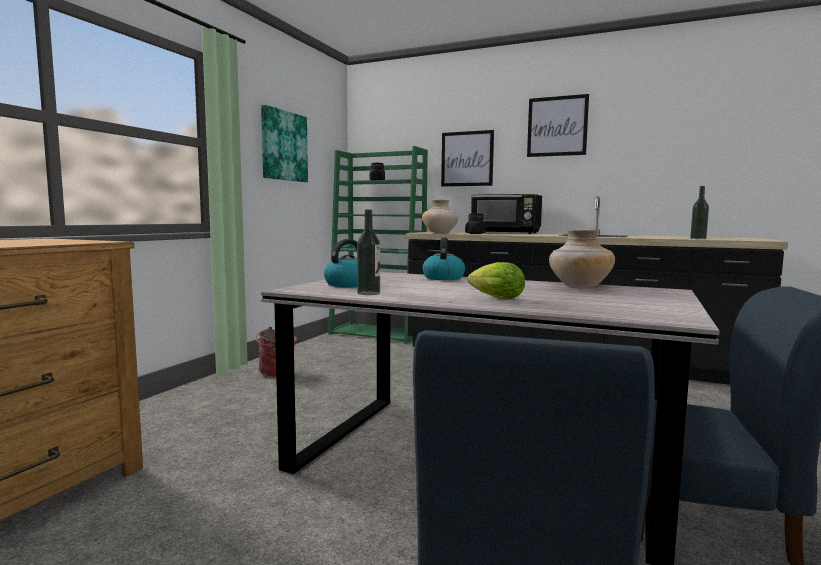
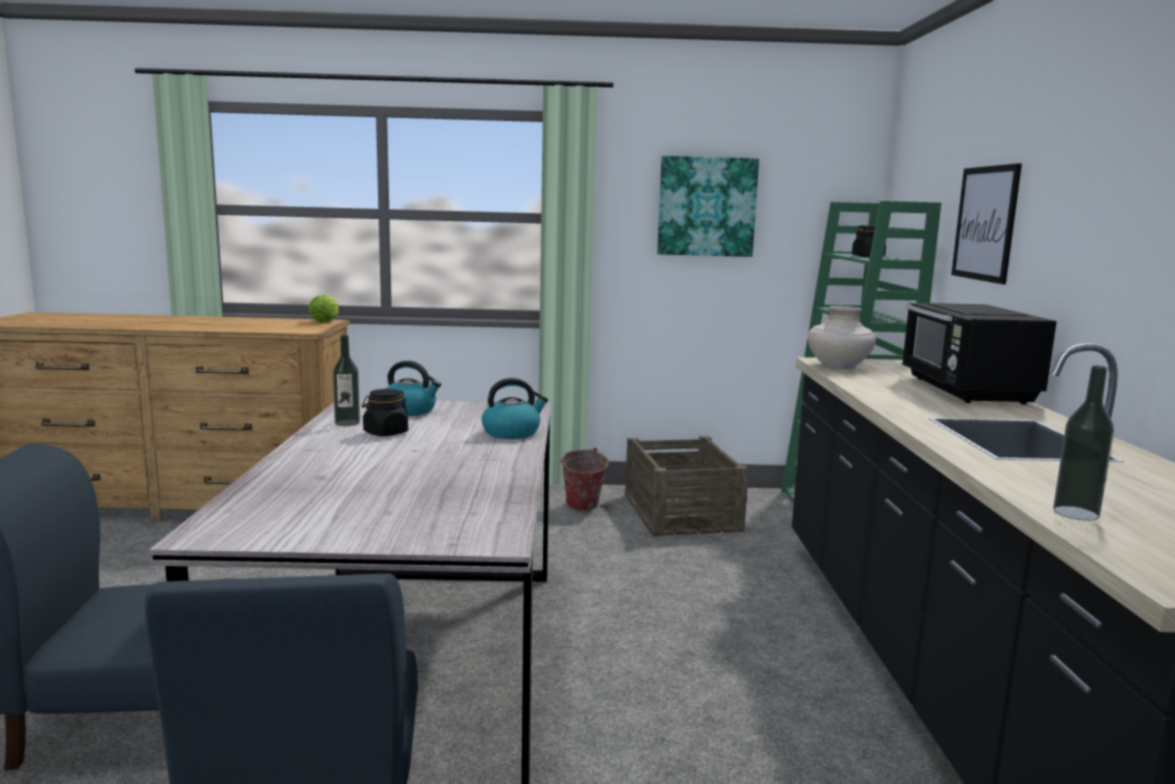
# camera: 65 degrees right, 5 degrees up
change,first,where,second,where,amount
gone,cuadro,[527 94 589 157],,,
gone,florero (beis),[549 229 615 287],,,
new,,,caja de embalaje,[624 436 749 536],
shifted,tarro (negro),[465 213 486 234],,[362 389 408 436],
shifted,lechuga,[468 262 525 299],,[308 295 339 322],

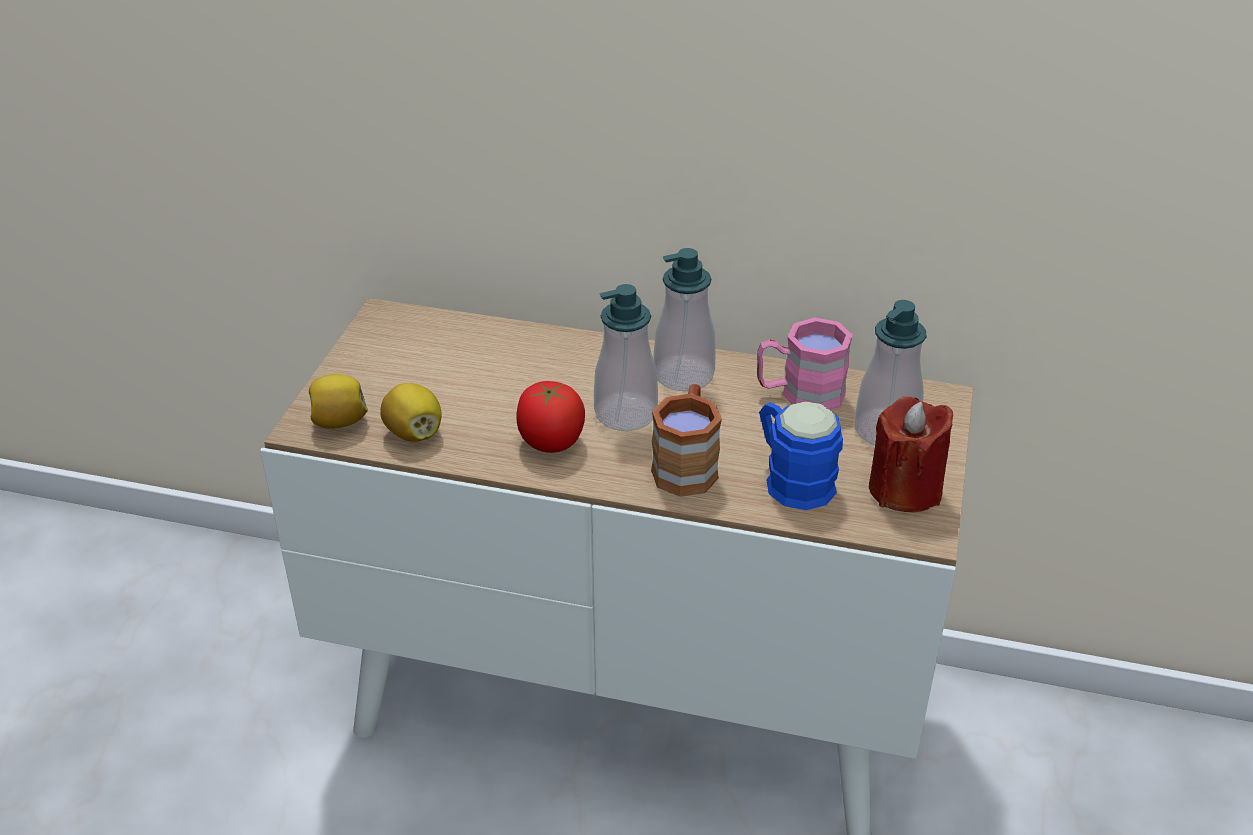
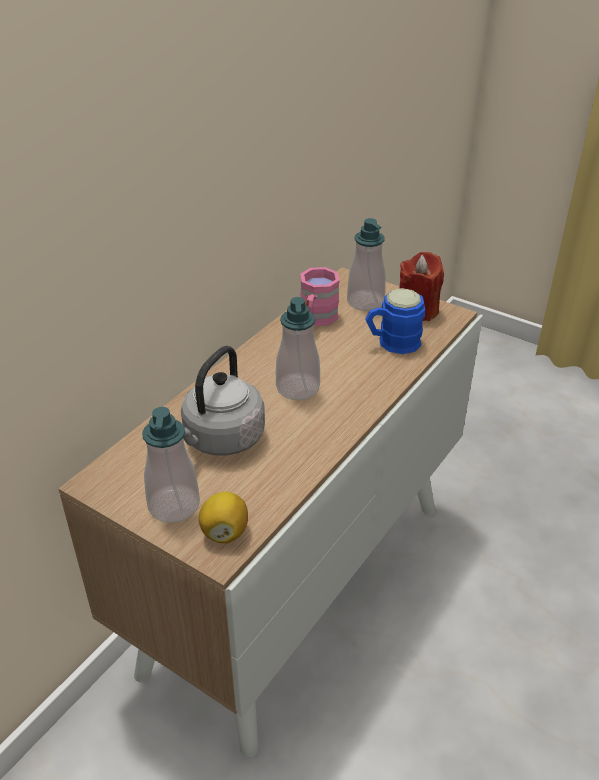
# camera: 70 degrees left, 0 degrees up
change,first,where,second,where,amount
gone,limón,[380 383 442 442],,,
gone,tomate,[516 381 585 453],,,
gone,taza grande (marrón),[651 384 722 497],,,
new,,,hervidor (gris),[181 346 265 456],
shifted,dispensador de jabón,[654 248 716 392],,[142 407 200 523],

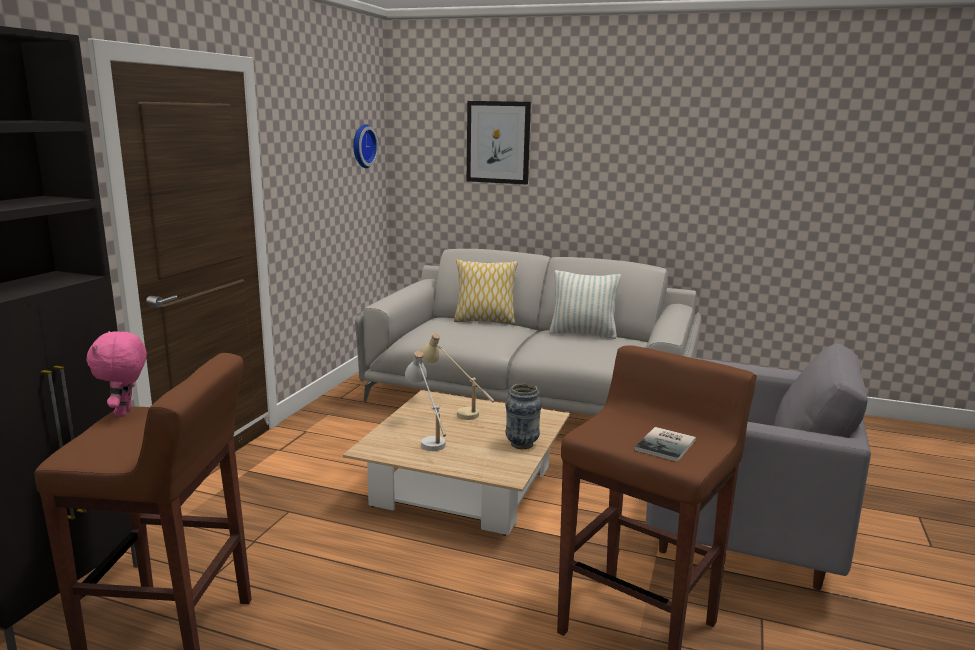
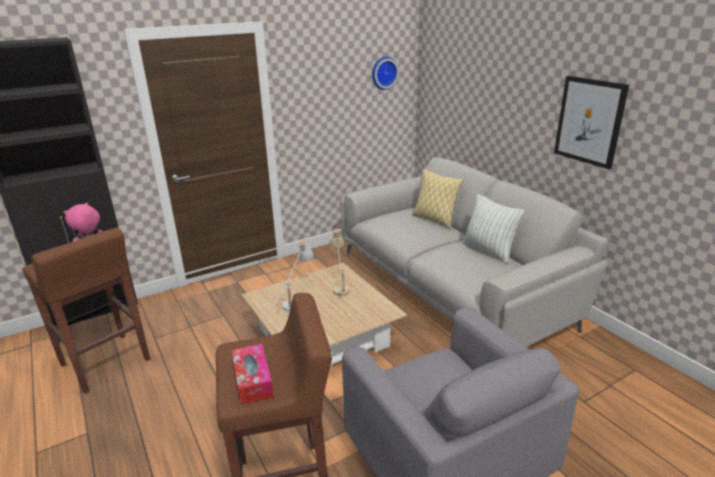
# camera: 40 degrees right, 10 degrees up
change,first,where,second,where,amount
gone,florero,[505 383 542 449],,,
shifted,cuadro,[467 101 531 185],,[554 76 629 169],
swapped,libro,[634 427 696 462],caja de pañuelos,[232 344 274 405],

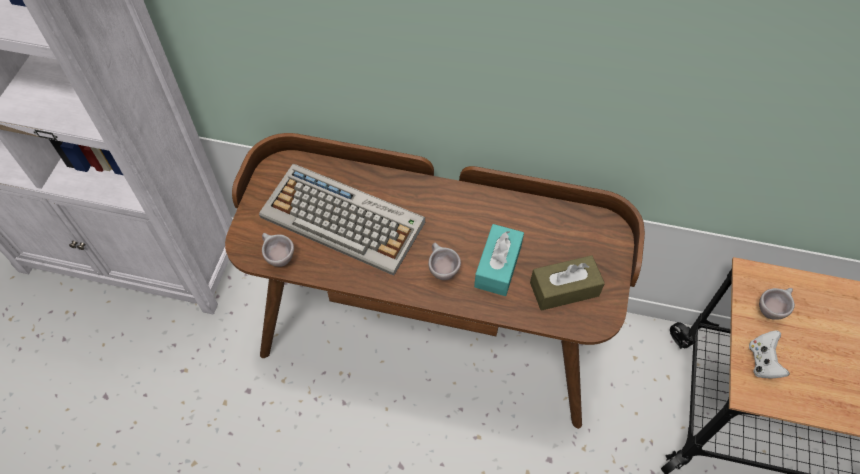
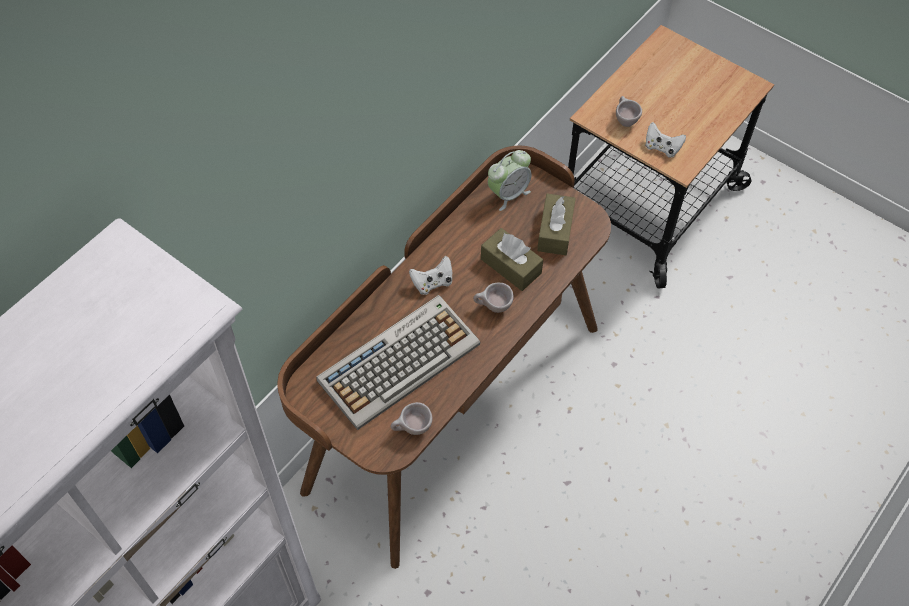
# camera: 65 degrees left, 0 degrees up
change,first,where,second,where,amount
new,,,mando de consola (blanco),[409 256 452 295],
new,,,despertador,[488 150 532 211],
repainted,caja de pañuelos (turquesa),[474 224 524 296],caja de pañuelos (marrón),[481 228 543 291],

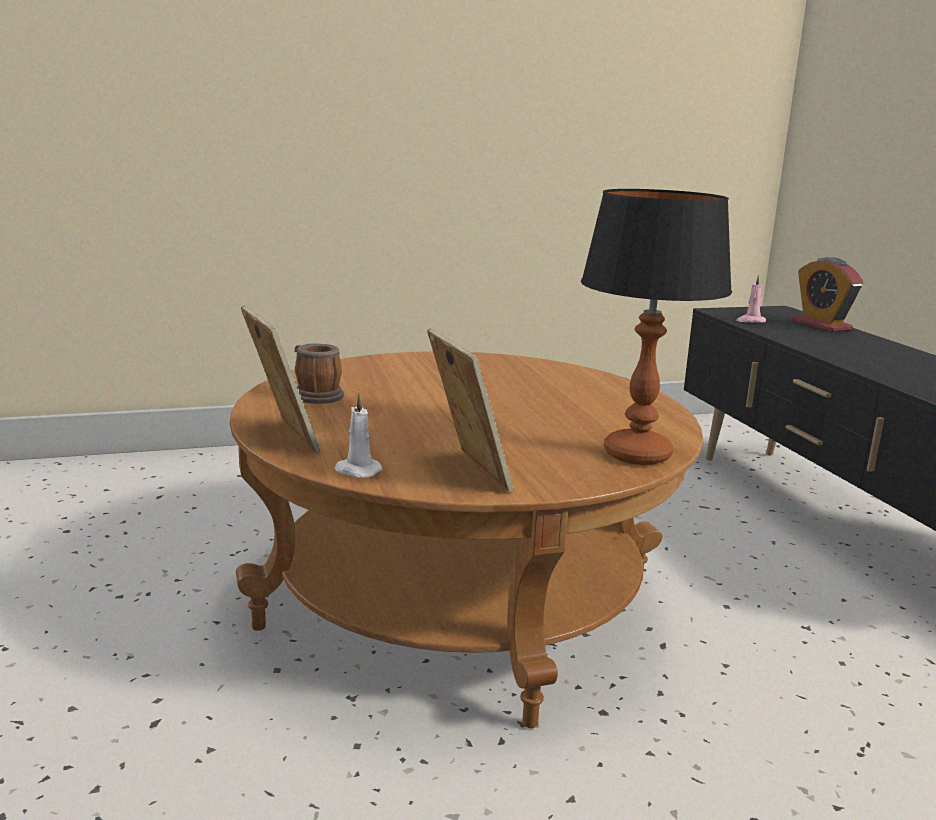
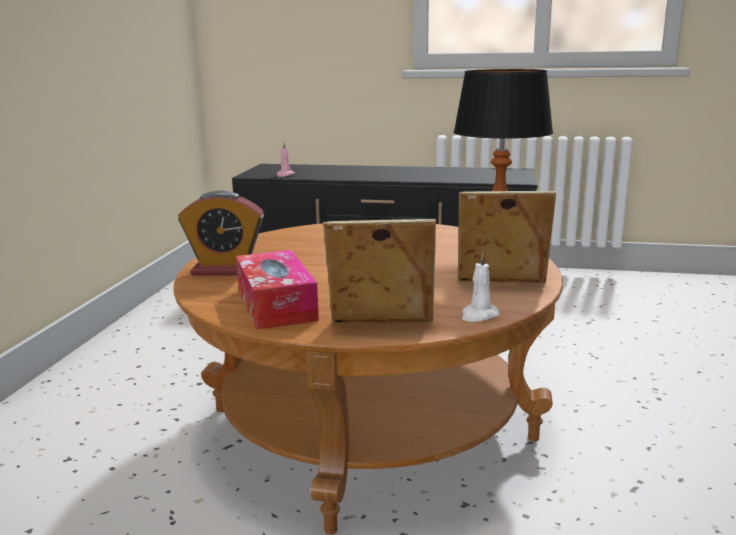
# camera: 60 degrees left, 0 degrees up
change,first,where,second,where,amount
shifted,despertador,[792 257 863 332],,[178 191 264 275],
swapped,taza grande,[295 344 344 404],caja de pañuelos,[236 250 319 330],

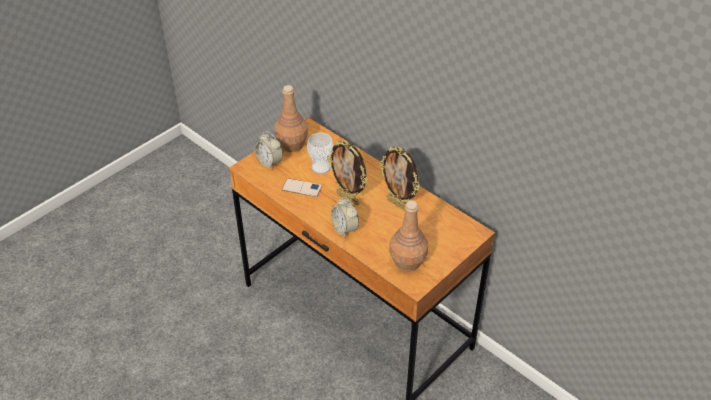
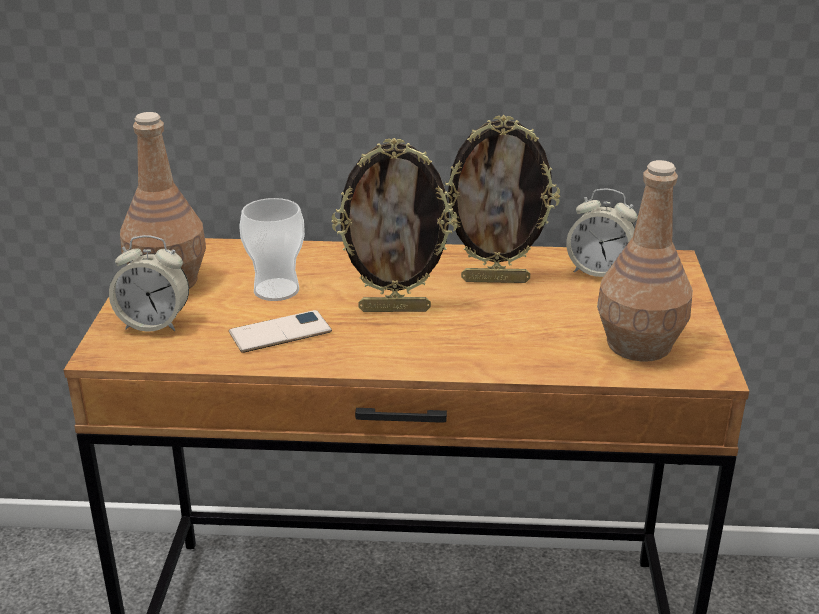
# camera: 40 degrees left, 15 degrees down
change,first,where,second,where,amount
shifted,despertador,[331 197 359 236],,[566 189 638 277],

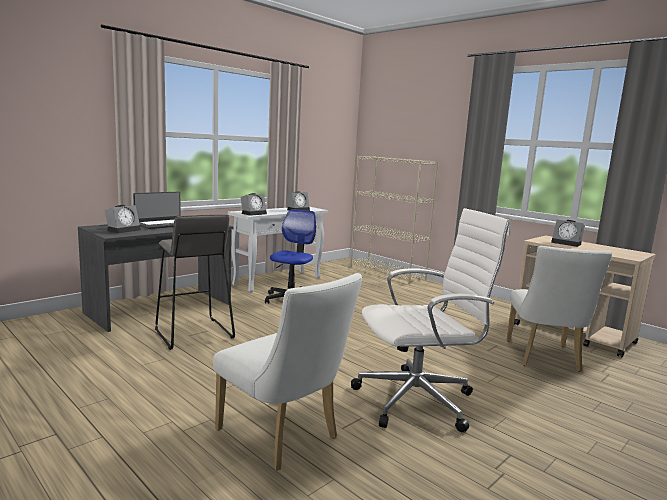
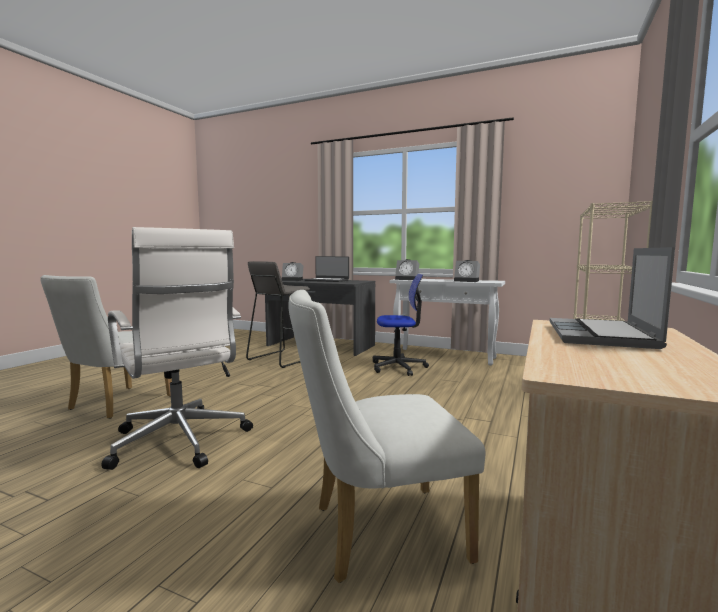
# camera: 70 degrees right, 5 degrees down
change,first,where,second,where,amount
swapped,despertador,[551 220 585 247],portátil,[550 247 675 349],

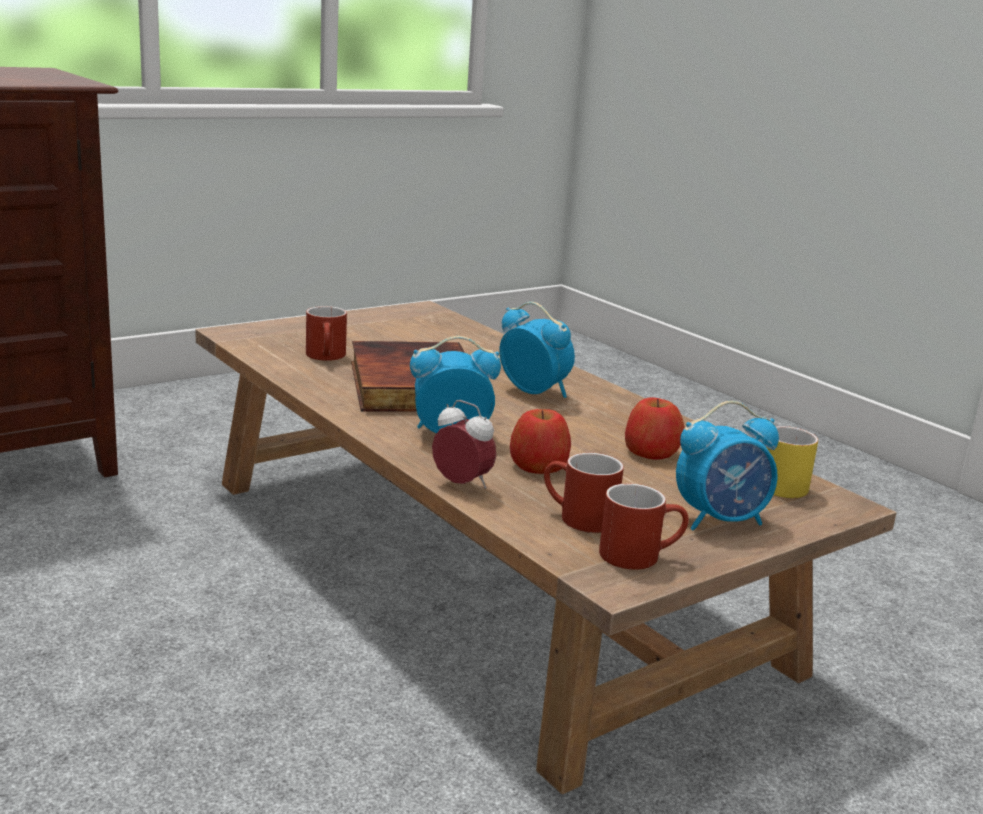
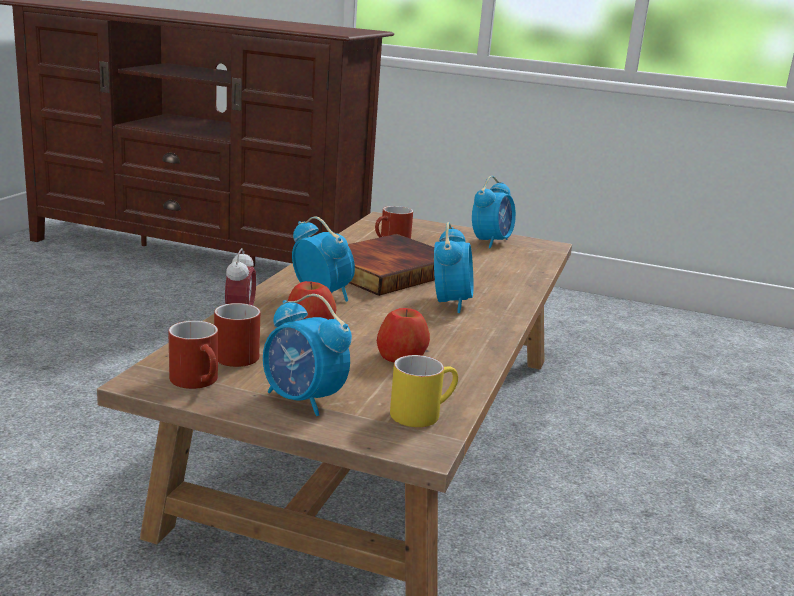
# camera: 55 degrees right, 0 degrees up
change,first,where,second,where,amount
new,,,despertador,[472 176 516 249],

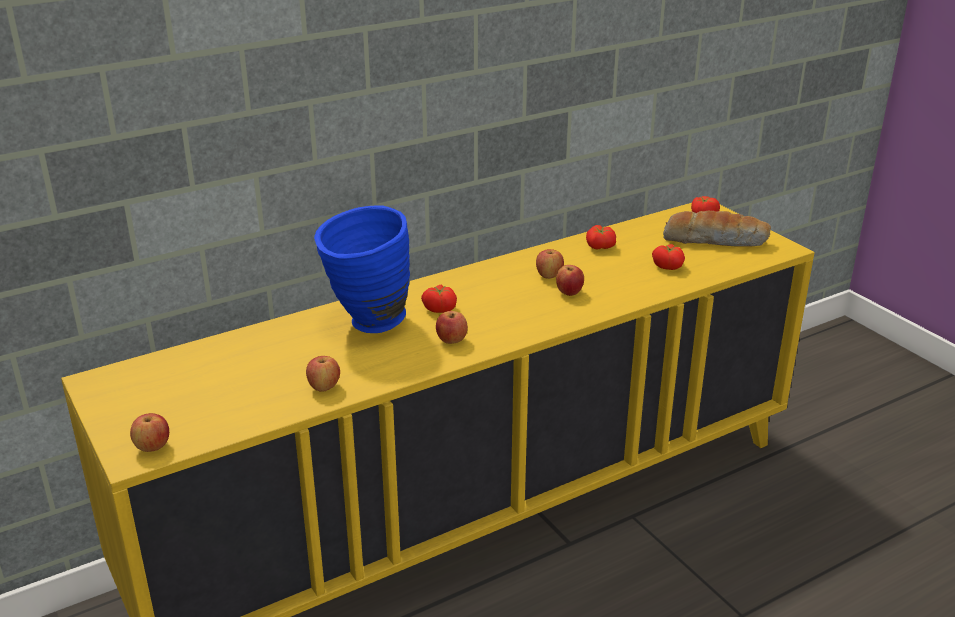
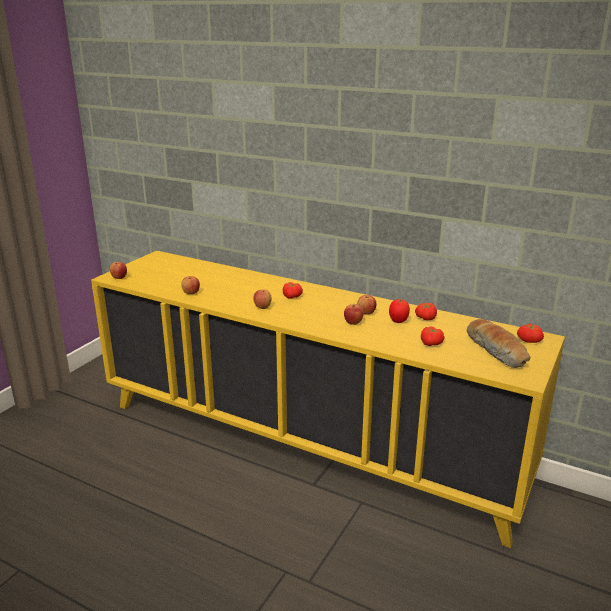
# camera: 60 degrees right, 5 degrees down
change,first,where,second,where,amount
gone,florero (azul),[314 205 410 333],,,
new,,,tomate,[389 299 410 323],

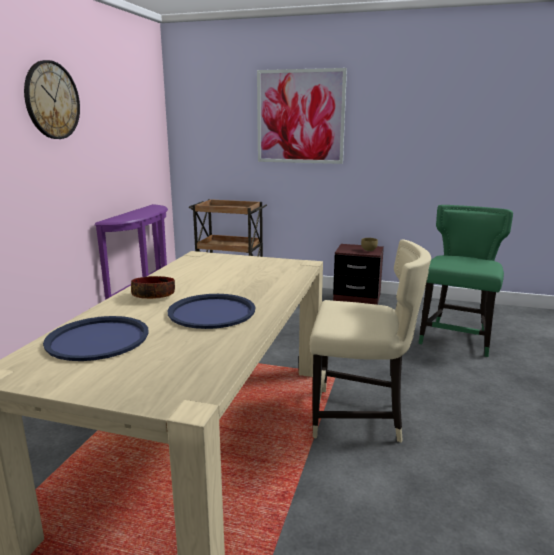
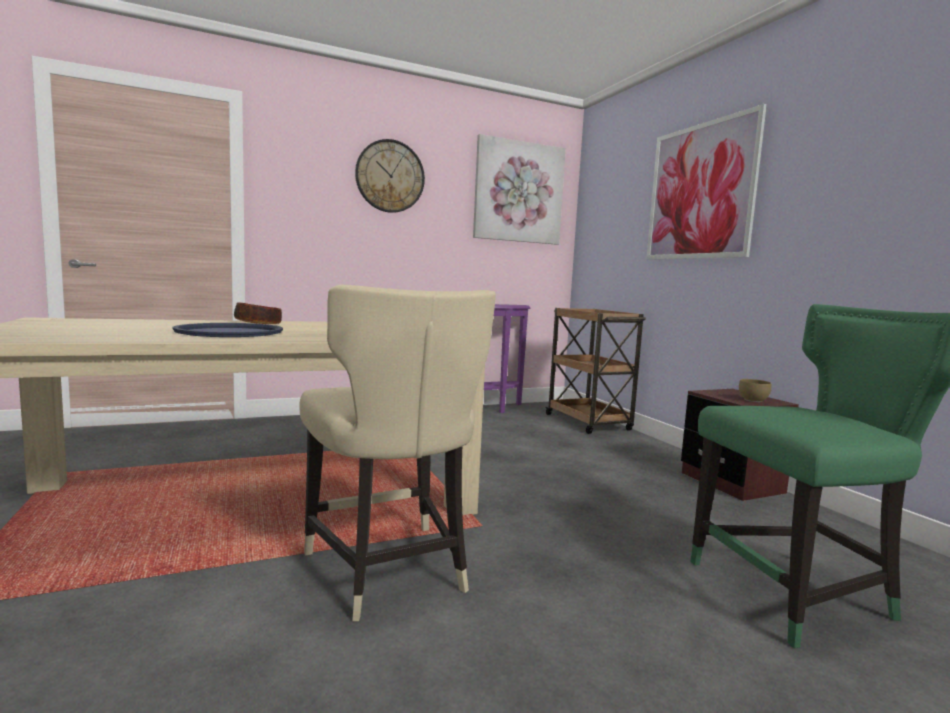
# camera: 50 degrees right, 10 degrees down
change,first,where,second,where,amount
gone,bandeja (azul),[43 316 149 361],,,
new,,,cuadro,[473 134 566 245],

